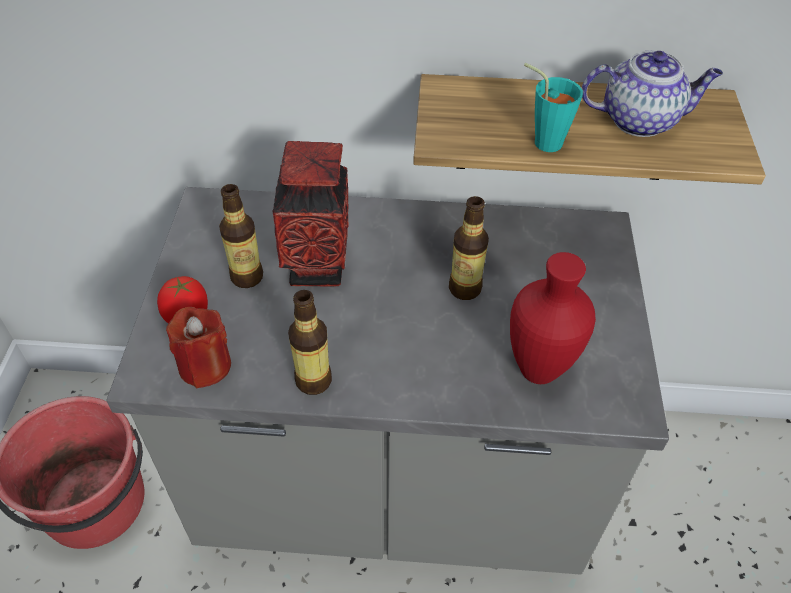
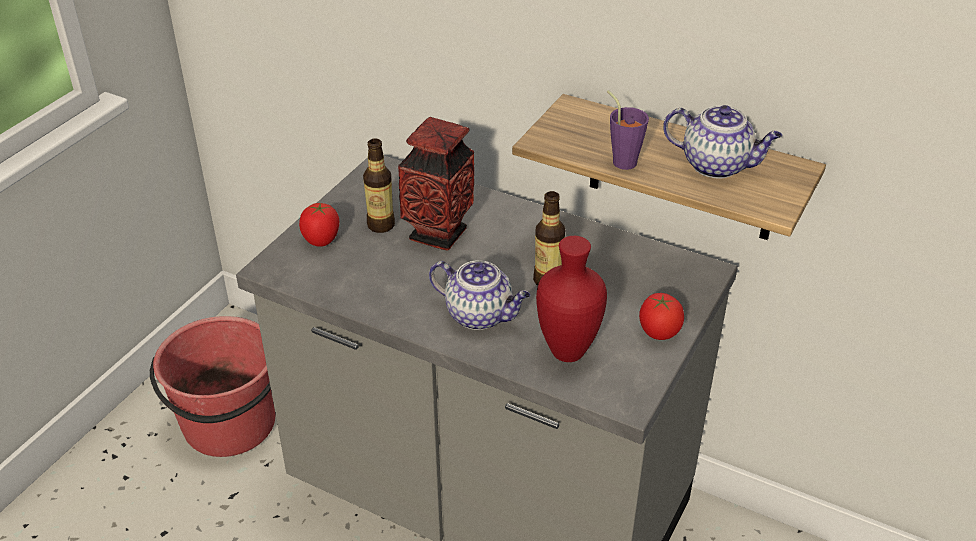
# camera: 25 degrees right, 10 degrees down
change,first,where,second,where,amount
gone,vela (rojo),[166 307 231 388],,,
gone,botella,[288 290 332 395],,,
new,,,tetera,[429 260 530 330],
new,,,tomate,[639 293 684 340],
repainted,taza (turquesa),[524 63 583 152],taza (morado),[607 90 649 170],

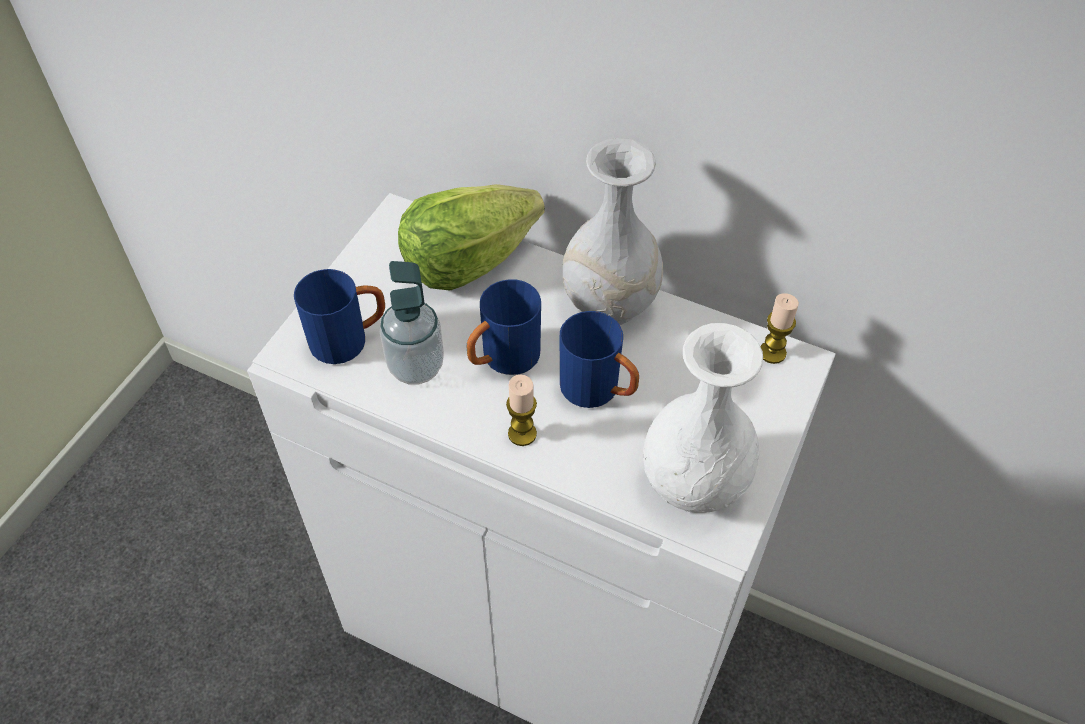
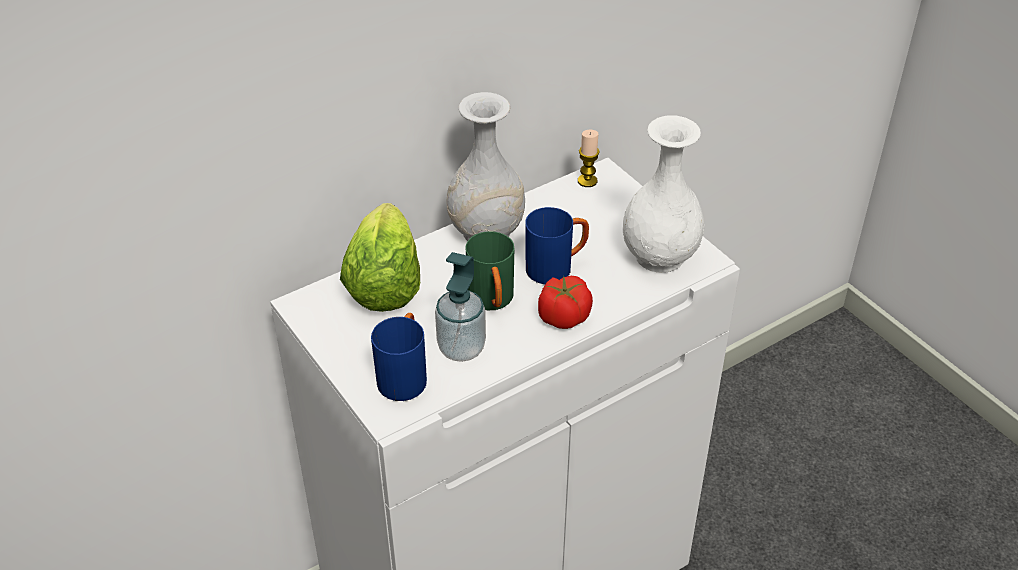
# camera: 60 degrees left, 10 degrees down
change,first,where,second,where,amount
swapped,vela,[506 374 537 446],tomate,[538 276 593 329],
repainted,taza grande (azul),[467 279 541 375],taza grande (verde),[466 231 514 310],

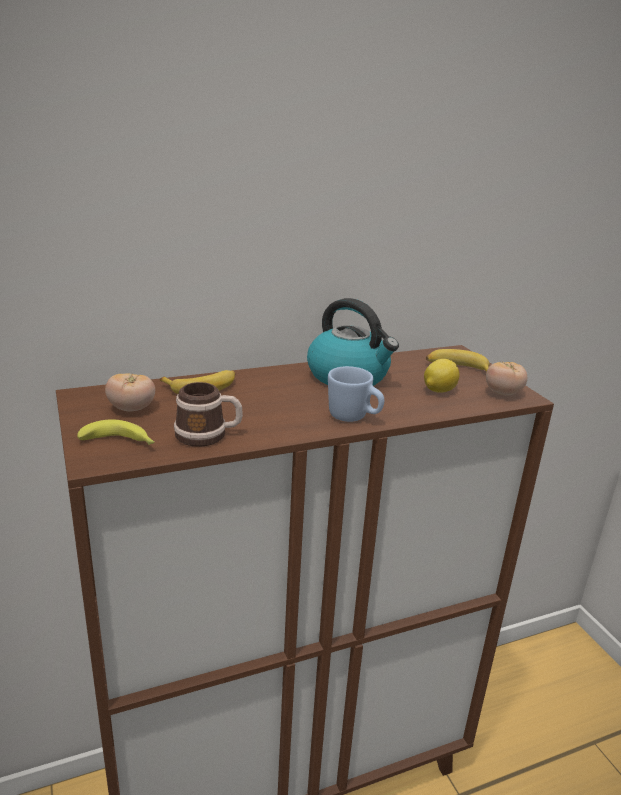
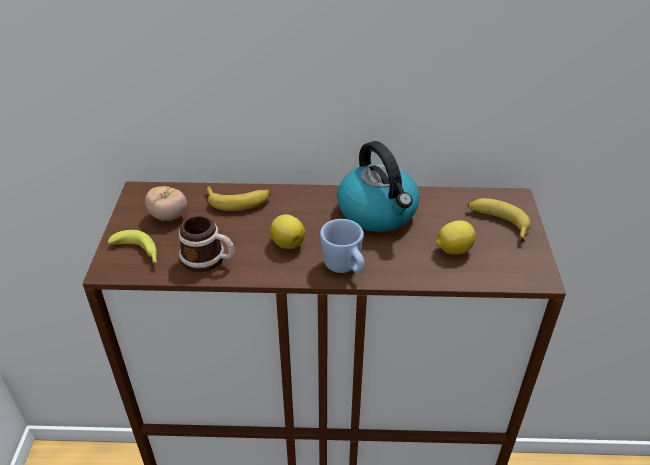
# camera: 25 degrees right, 15 degrees up
change,first,where,second,where,amount
gone,tomate,[486 362 527 395],,,
new,,,limón,[270 214 305 249],

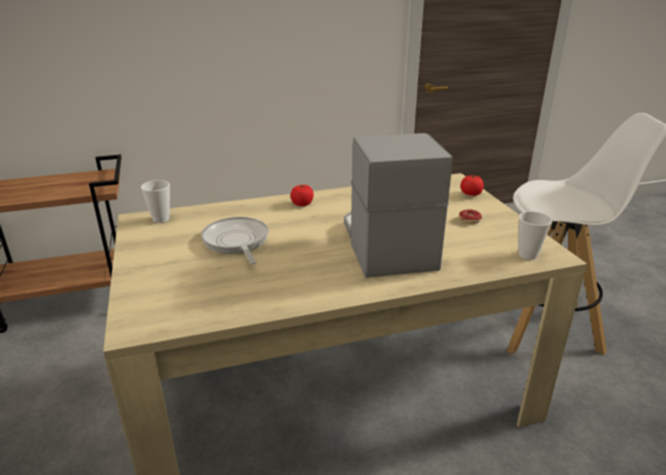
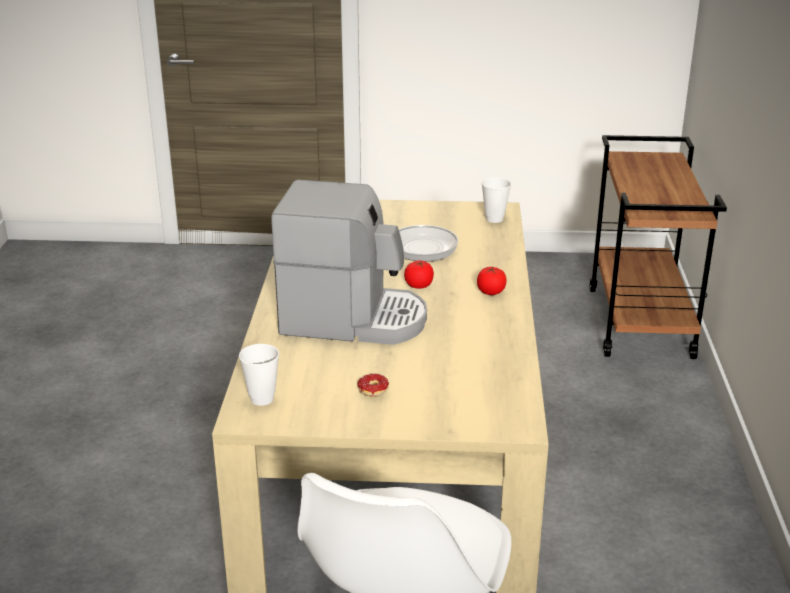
# camera: 110 degrees right, 0 degrees up
change,first,where,second,where,amount
shifted,tomate,[461 175 484 196],,[404 260 434 289],

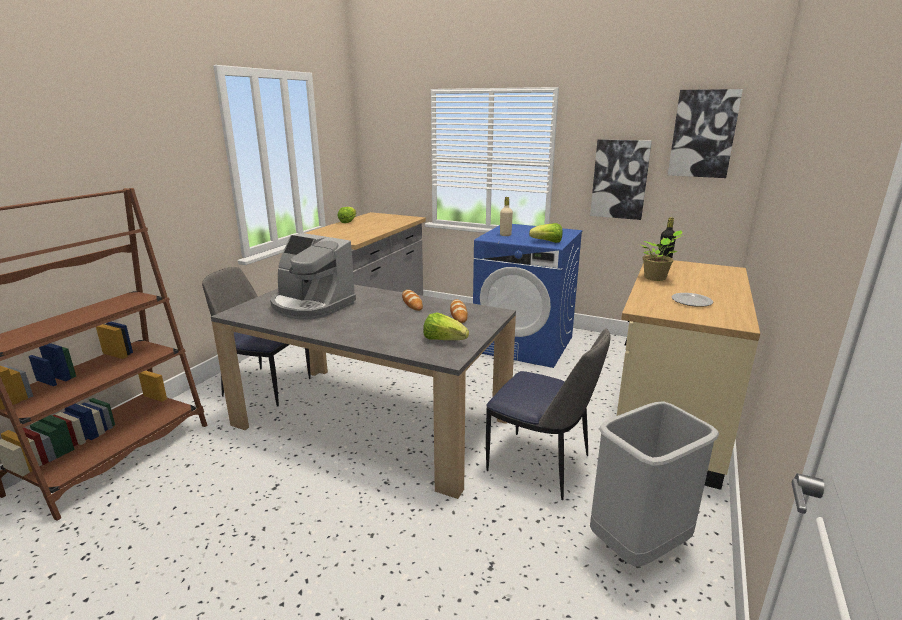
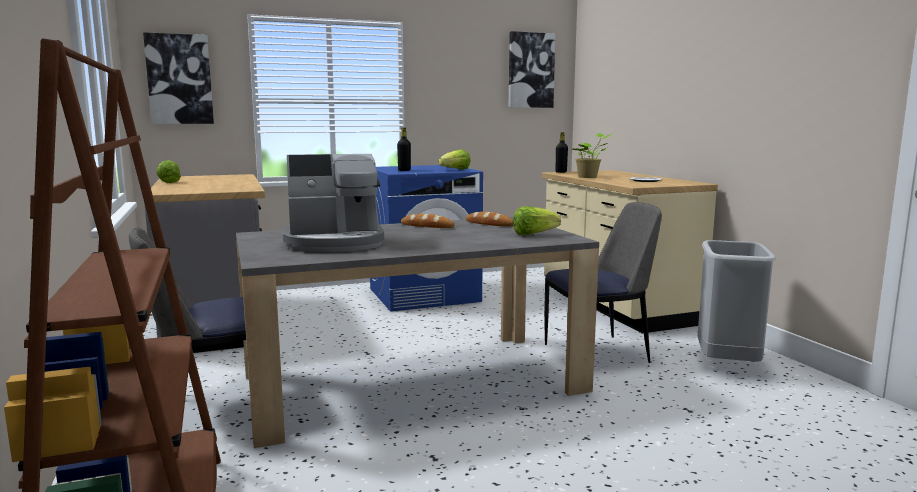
# camera: 45 degrees left, 10 degrees down
change,first,where,second,where,amount
shifted,cuadro,[590 139 652 220],,[143 32 214 124],
repainted,botella (beis),[500 197 513 236],botella (negro),[397 128 411 171],

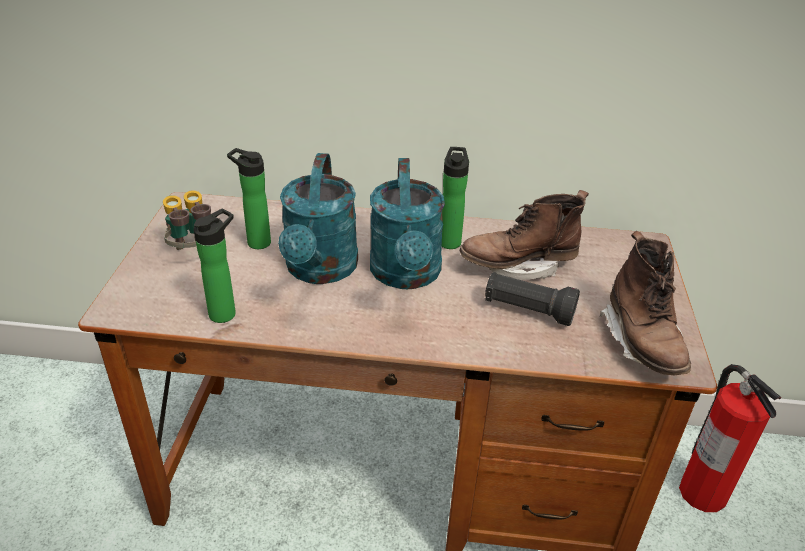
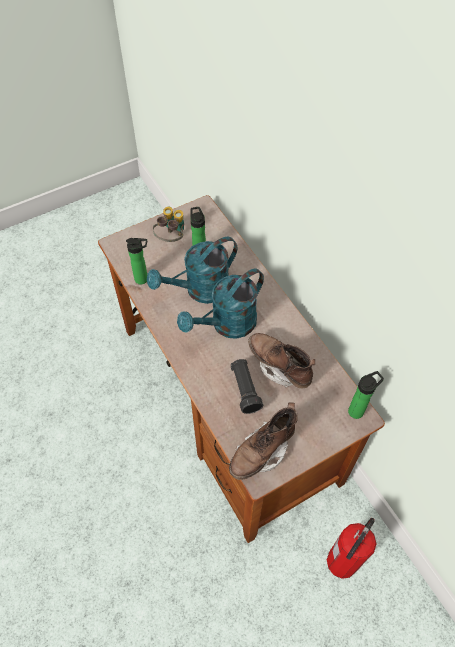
# camera: 55 degrees right, 20 degrees up
change,first,where,second,where,amount
shifted,botella,[442 147 469 249],,[348 371 384 419],

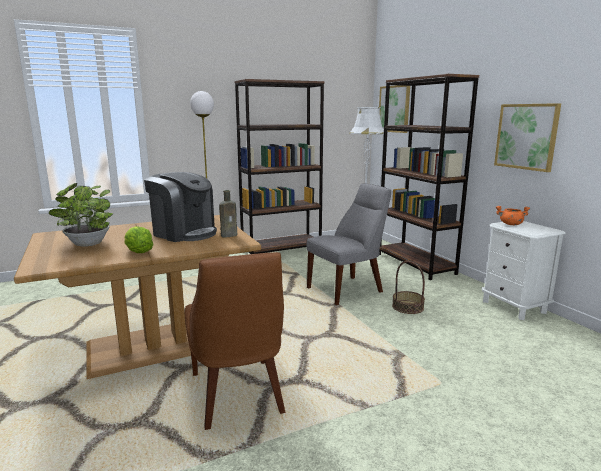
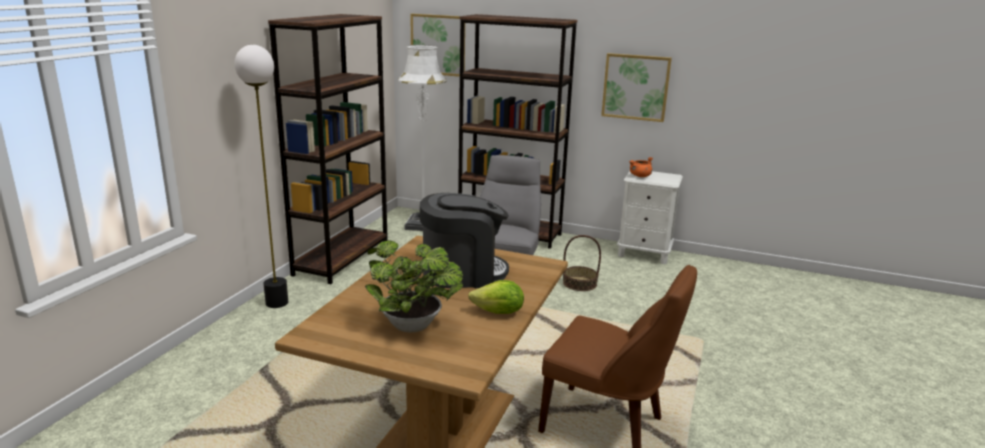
# camera: 45 degrees left, 5 degrees up
change,first,where,second,where,amount
gone,botella (marrón),[219 190 237 238],,,

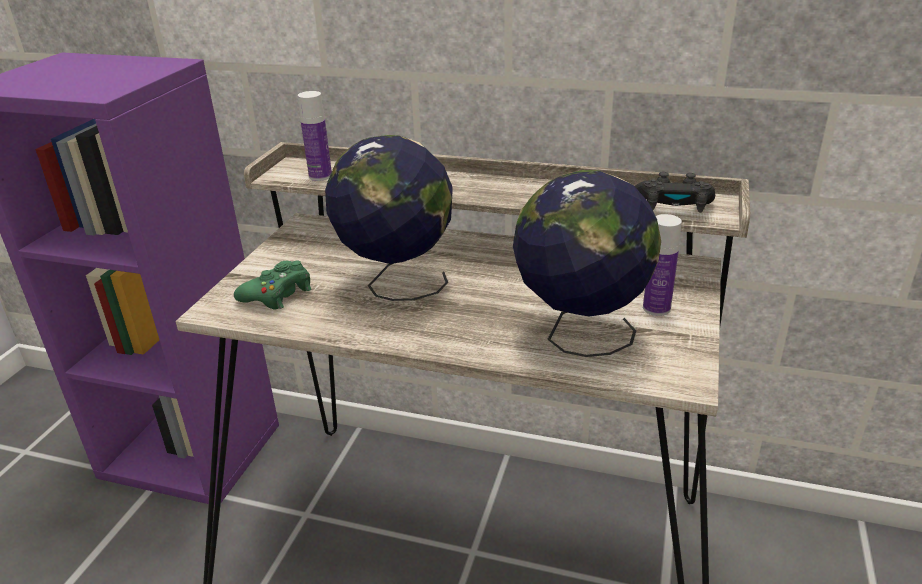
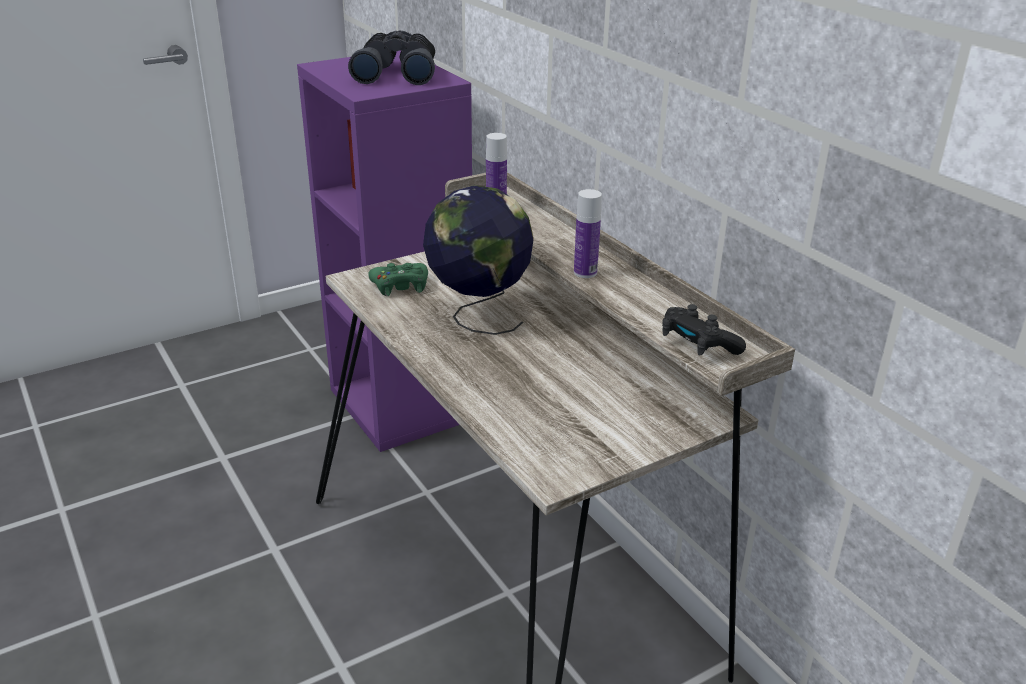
# camera: 40 degrees right, 0 degrees up
change,first,where,second,where,amount
gone,globo terráqueo,[513 170 661 357],,,
new,,,prismáticos (gris),[348 30 435 85],
shifted,botella,[643 214 682 316],,[574 189 602 278],

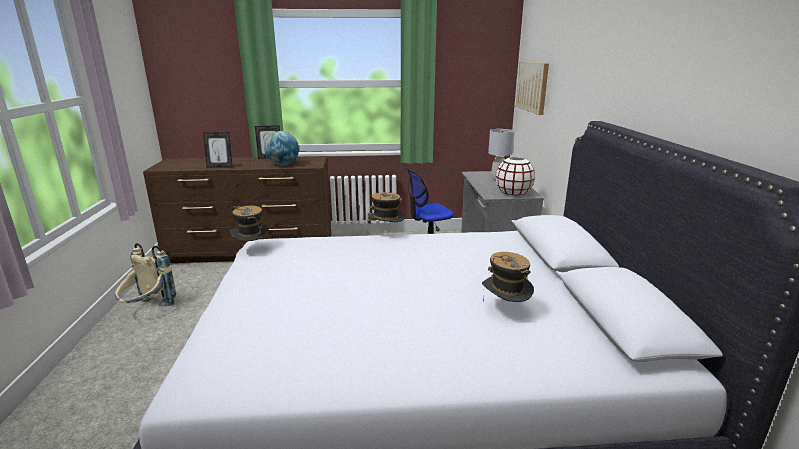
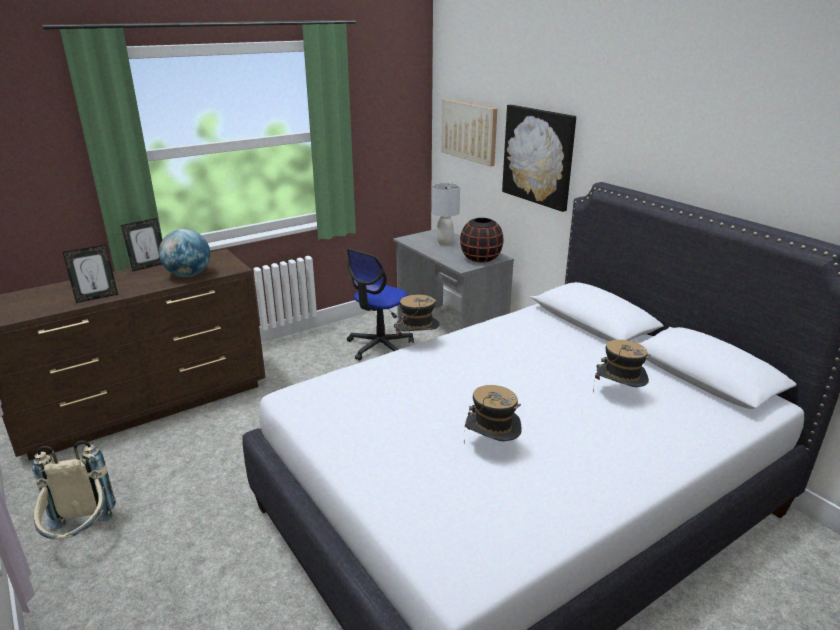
# camera: 30 degrees left, 5 degrees up
change,first,where,second,where,amount
new,,,cuadro,[502 105 576 212],
shifted,sombrero,[230 206 269 245],,[464 385 522 443],
repainted,florero (blanco),[496 157 535 196],florero (negro),[460 218 504 263],

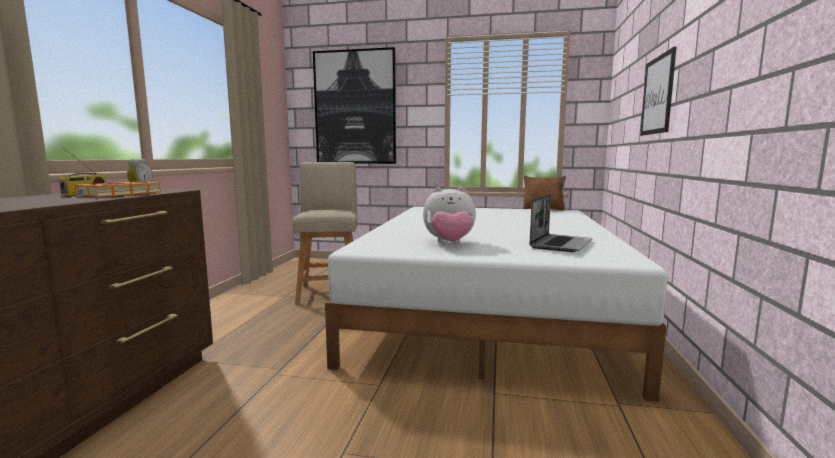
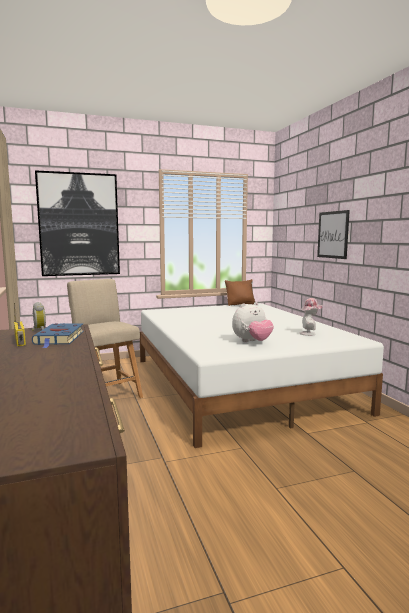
# camera: 30 degrees left, 0 degrees up
change,first,where,second,where,amount
swapped,portátil,[529 194 593 252],sombrero,[299 298 323 336],
repainted,libro (naranja),[71 181 162 198],libro (azul),[32 323 84 348],

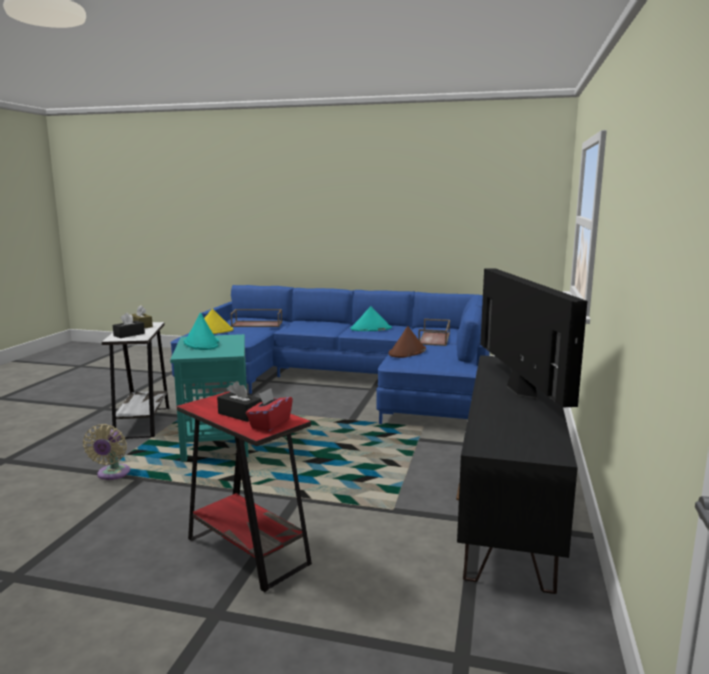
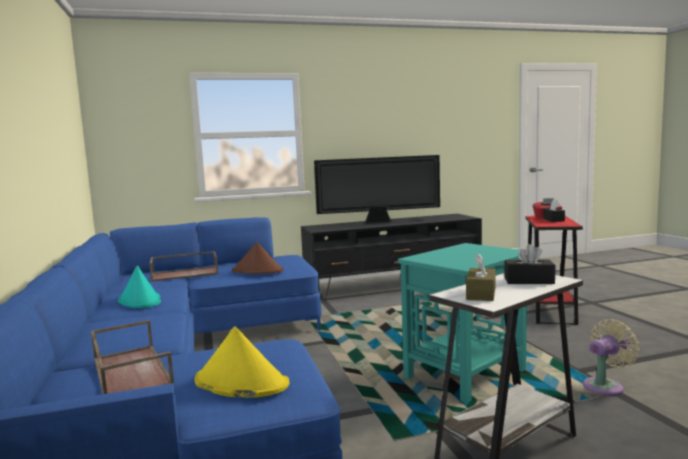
# camera: 120 degrees left, 5 degrees down
change,first,where,second,where,amount
gone,sombrero (turquesa),[184 313 219 350],,,
rotated,televisor,[480 268 587 407],,[314 155 440 224],150 degrees counterclockwise

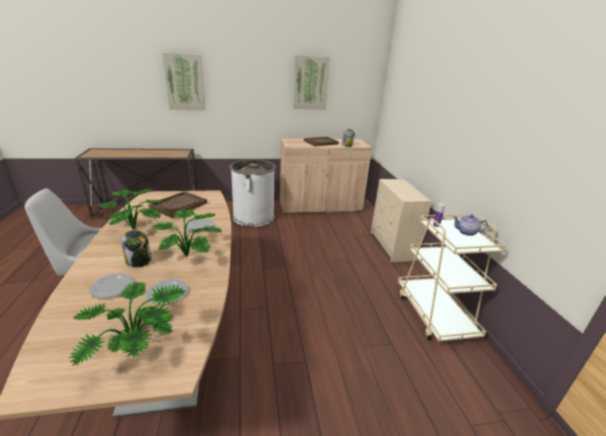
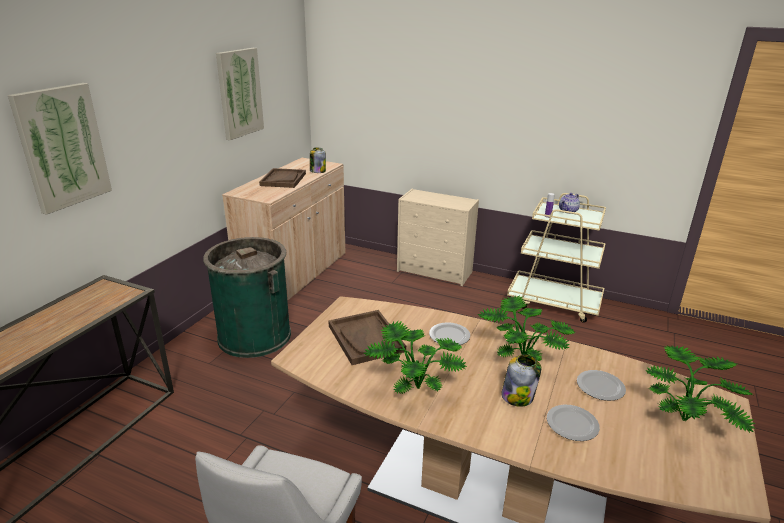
# camera: 55 degrees left, 0 degrees up
change,first,where,second,where,amount
repainted,papelera (blanco),[229 159 276 227],papelera (verde),[203 237 291 358],

